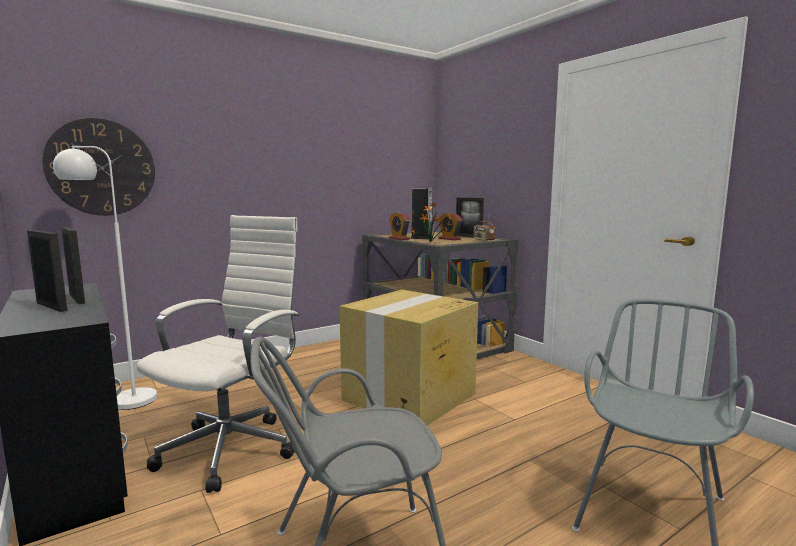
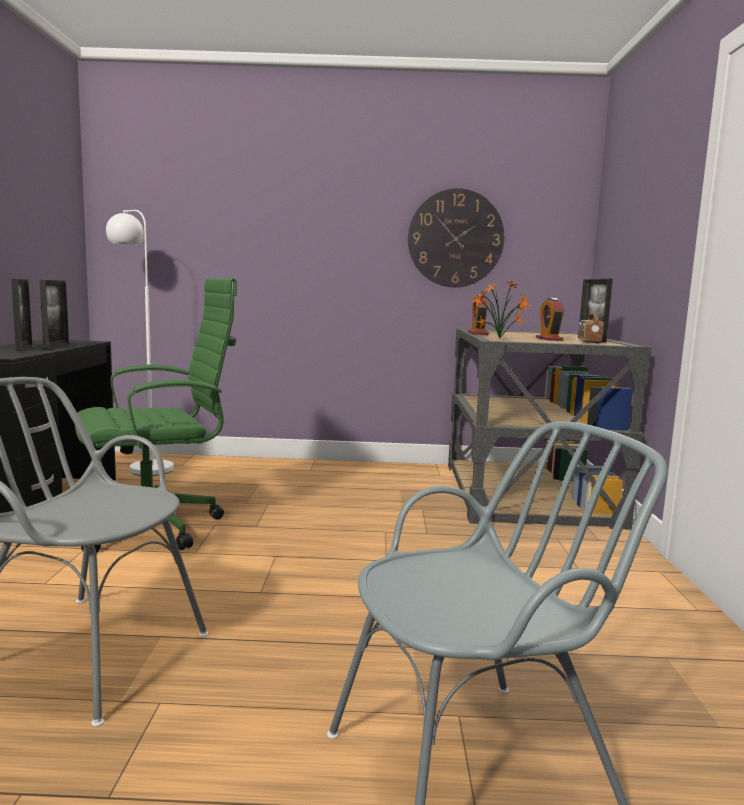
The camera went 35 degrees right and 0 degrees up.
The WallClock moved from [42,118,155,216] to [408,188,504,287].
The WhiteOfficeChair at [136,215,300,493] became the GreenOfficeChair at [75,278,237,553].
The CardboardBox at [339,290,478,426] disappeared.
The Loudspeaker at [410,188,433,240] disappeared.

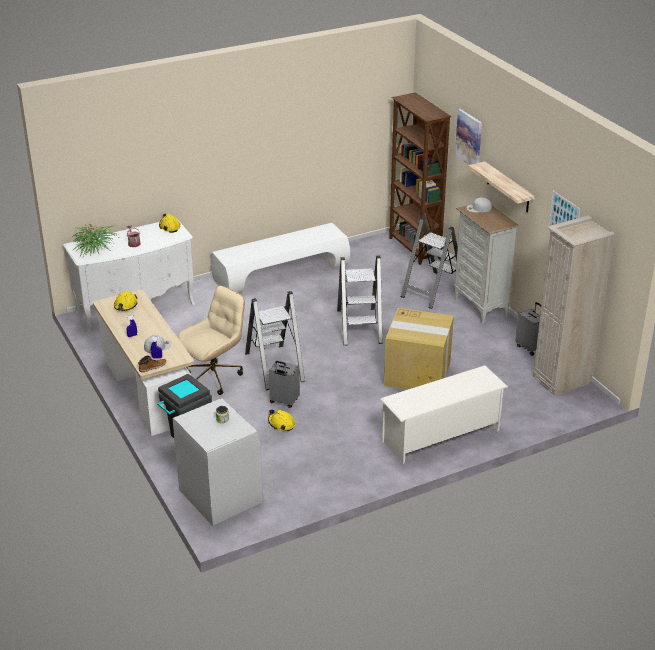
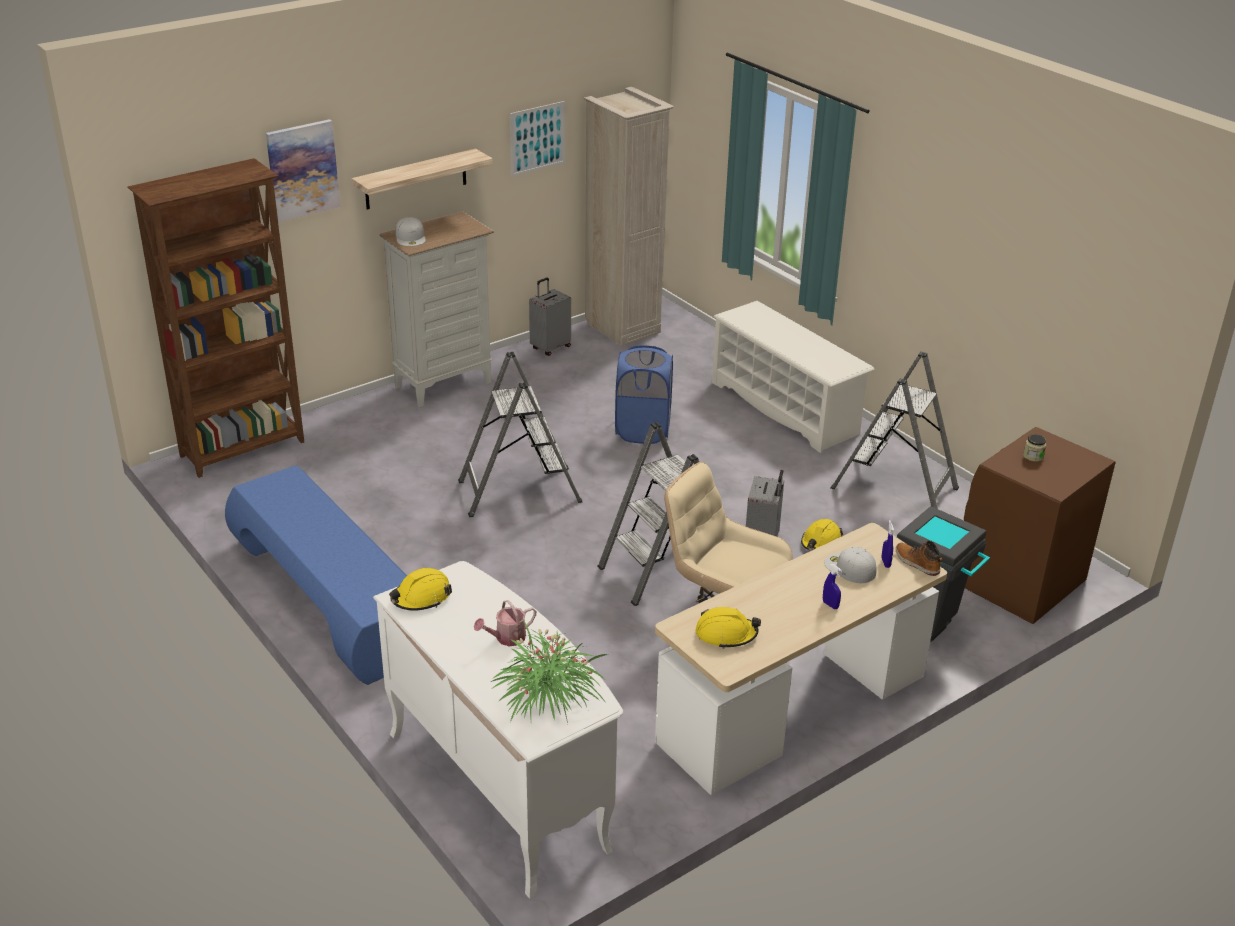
The camera went 100 degrees left and 0 degrees up.
The WhiteLaundryAppliance at [173,398,263,526] became the BrownishLaundryAppliance at [964,427,1116,624].
The WhiteBench at [210,223,350,293] became the BlueBench at [225,466,407,685].
The CardboardBox at [384,308,454,389] was replaced by the BlueLaundryBasket at [615,345,673,444].
The GreyStepladder moved from [401,217,458,309] to [830,352,959,509].

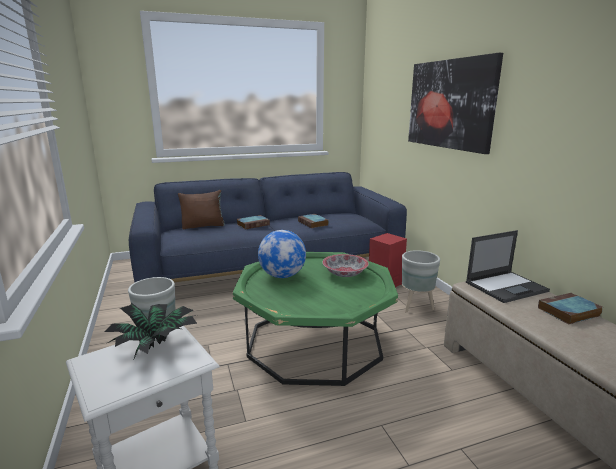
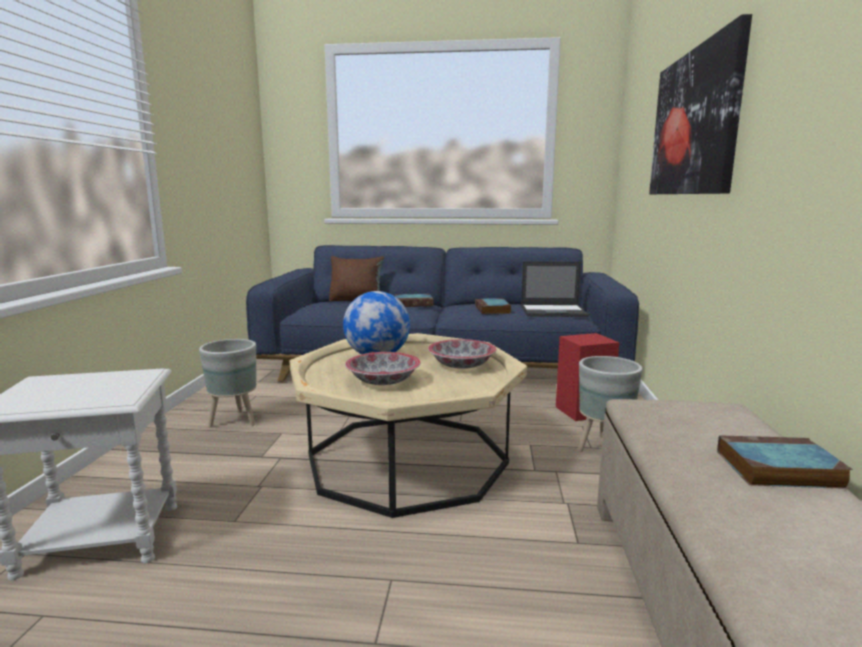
The camera went 25 degrees right and 5 degrees down.
The PlantInAPot at [104,303,197,361] disappeared.
The GreenCoffeeTable at [233,252,398,386] became the BeigeColouredCoffeeTable at [290,333,527,518].
The NotebookComputer moved from [466,230,550,303] to [521,261,589,317].
The DeepDish at [345,352,420,385] appeared.

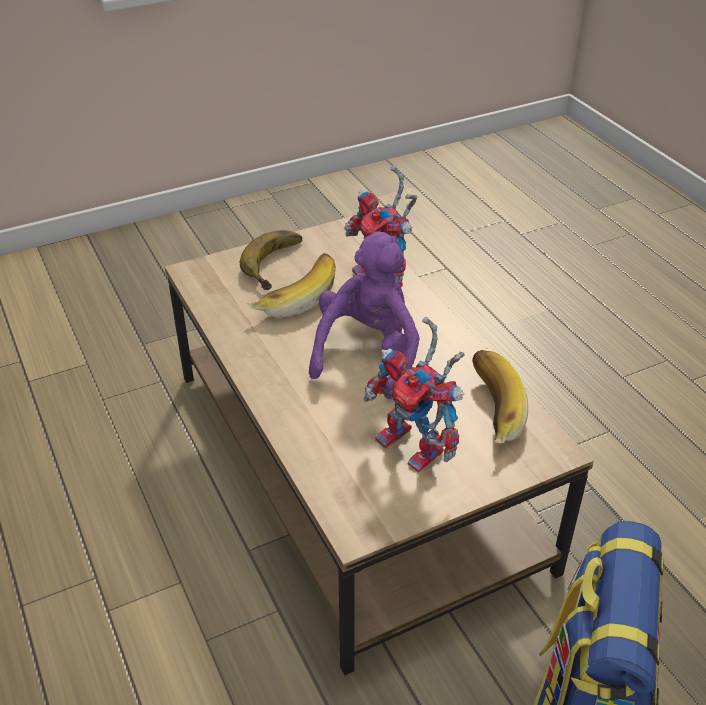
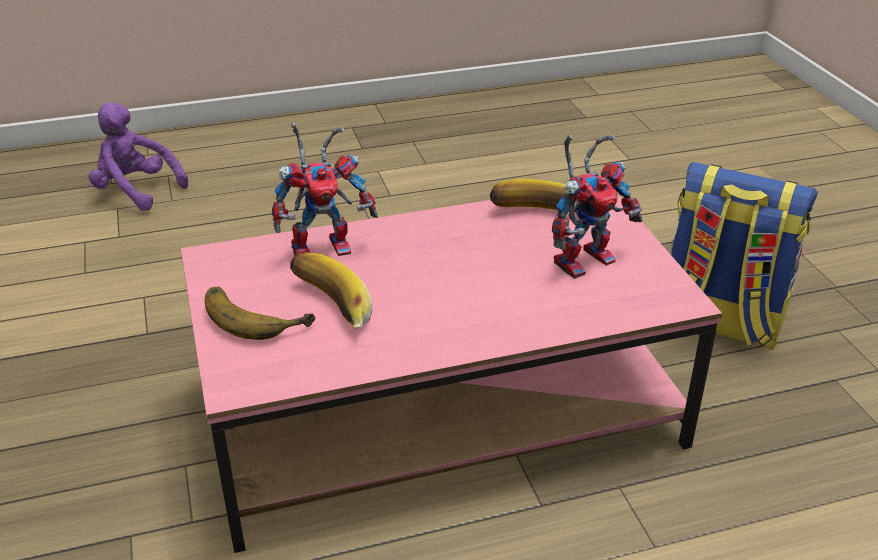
The camera went 80 degrees left and 5 degrees down.
The BrownishCoffeeTable at [165,216,594,675] became the PinkColouredCoffeeTable at [181,194,722,553].
The PurplishSoftToy moved from [309,231,420,399] to [89,103,188,211].

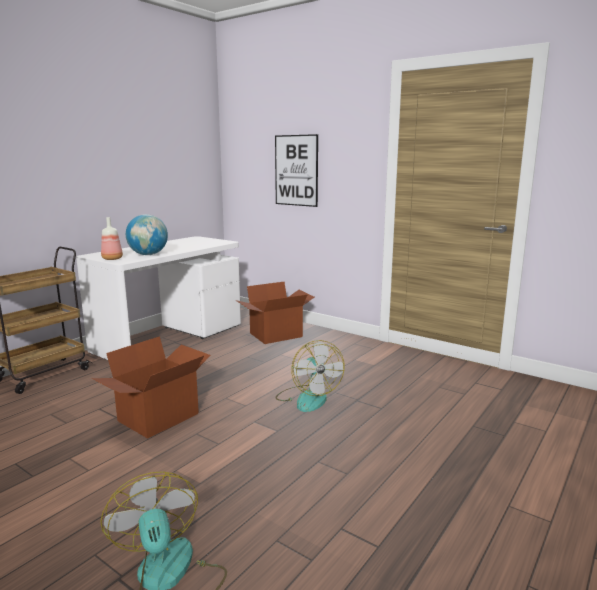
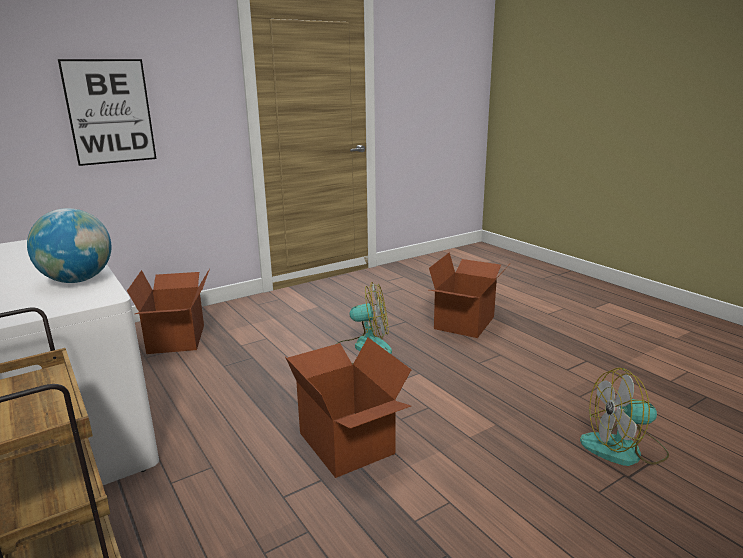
The camera went 70 degrees left and 5 degrees up.
The Bottle at [101,217,123,260] disappeared.
The CardboardBox at [429,252,510,338] appeared.

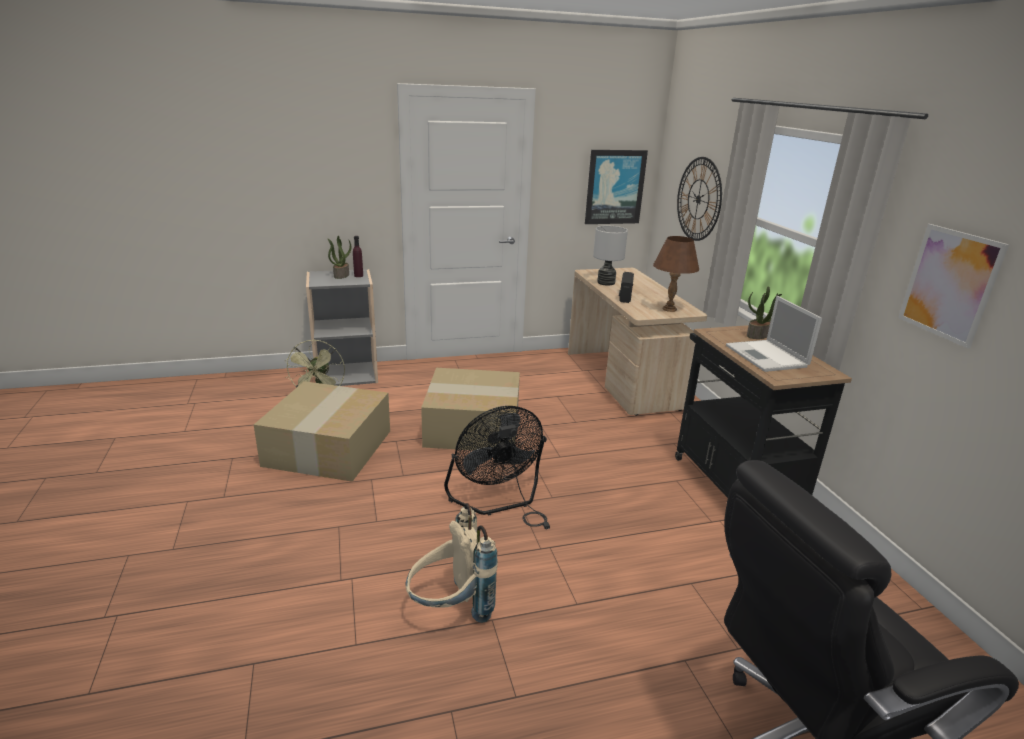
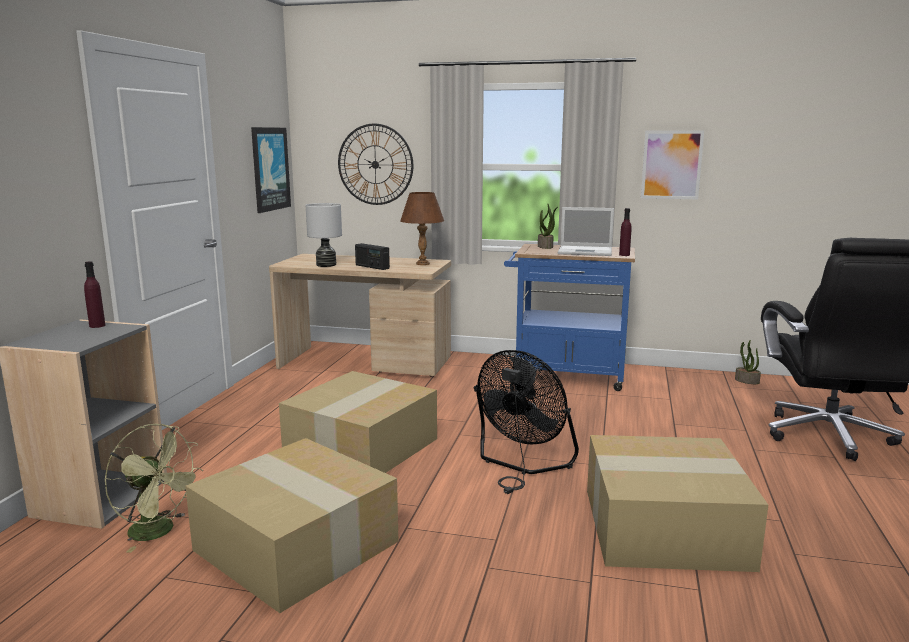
The camera went 60 degrees left and 10 degrees down.
The PlantInAPot moved from [328,236,351,279] to [735,340,761,384].
The BeigeColouredKnapsack at [405,503,498,623] was replaced by the CardboardBox at [587,435,768,572].
The BlackColouredCoolingFan at [444,406,550,529] turned 120 degrees clockwise.
The BlackColouredWheeledCart at [675,325,852,498] became the BlueWheeledCart at [504,244,635,391].
The PurplishBottle at [619,208,632,256] appeared.

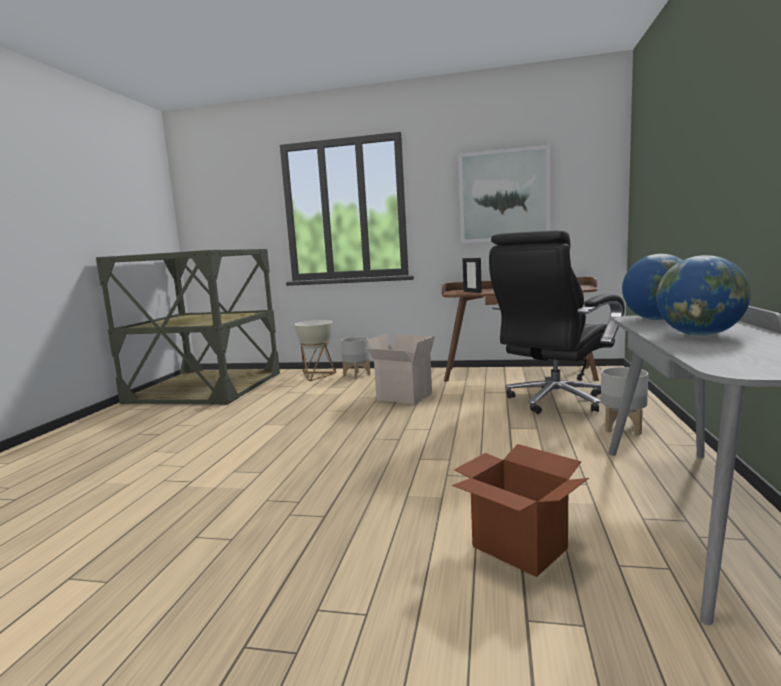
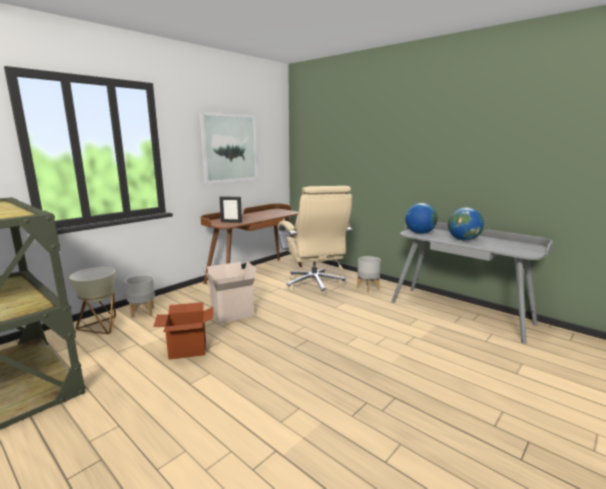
The camera went 60 degrees left and 5 degrees up.
The CardboardBox moved from [452,444,589,577] to [153,302,213,360].
The BlackColouredOfficeChair at [489,230,625,414] became the BeigeColouredOfficeChair at [278,186,353,295].

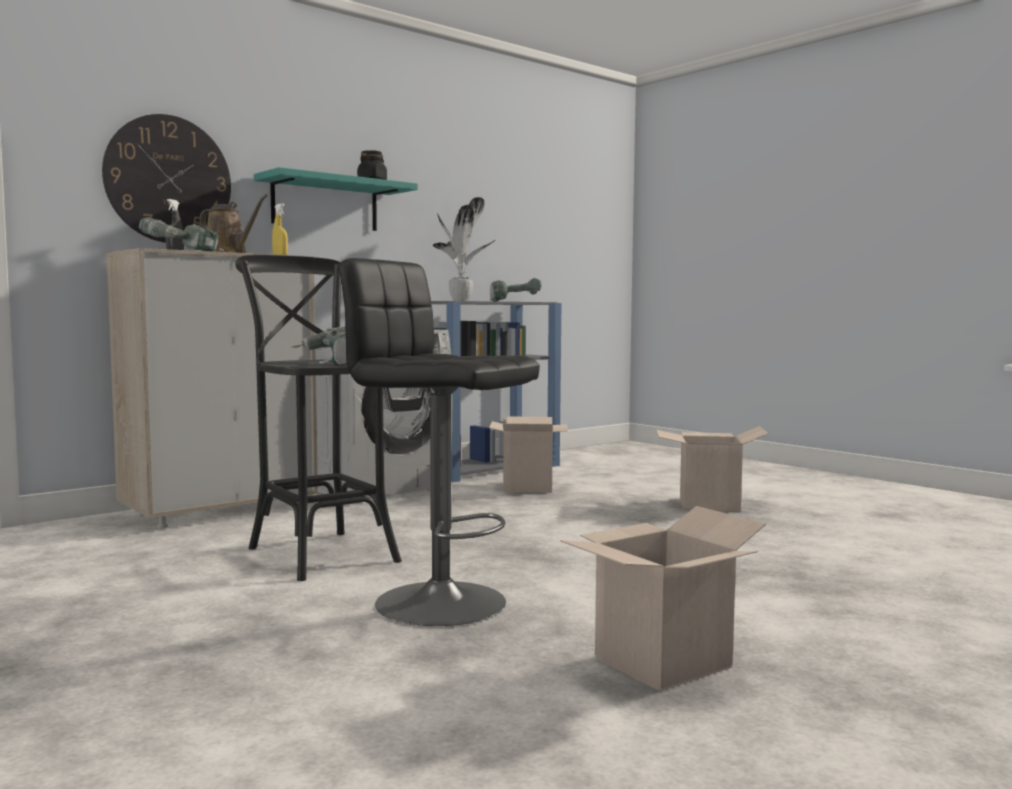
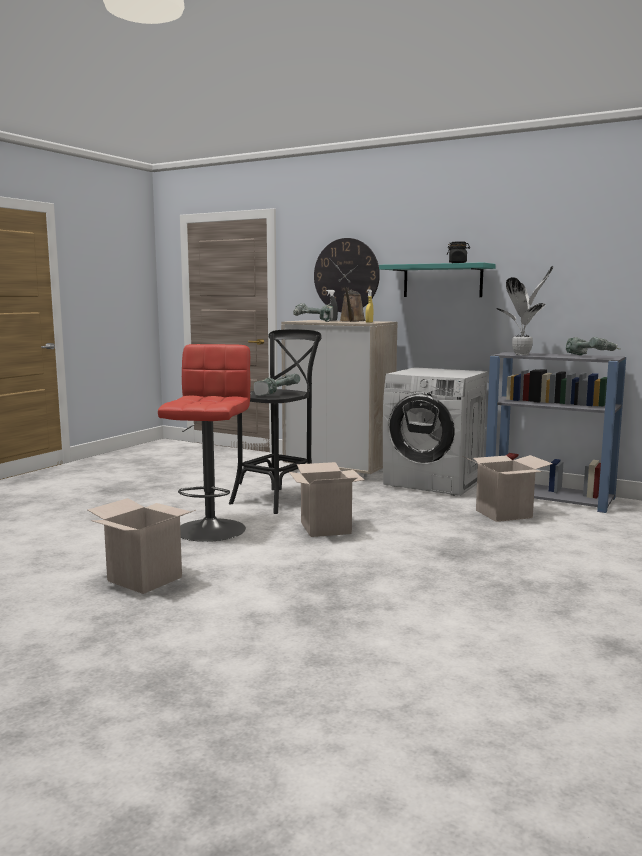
The camera went 70 degrees right and 5 degrees up.
The BlackColouredSittingStool at [339,258,540,626] became the RedColouredSittingStool at [158,344,250,542].
The CardboardBox moved from [656,426,769,511] to [289,462,364,537].

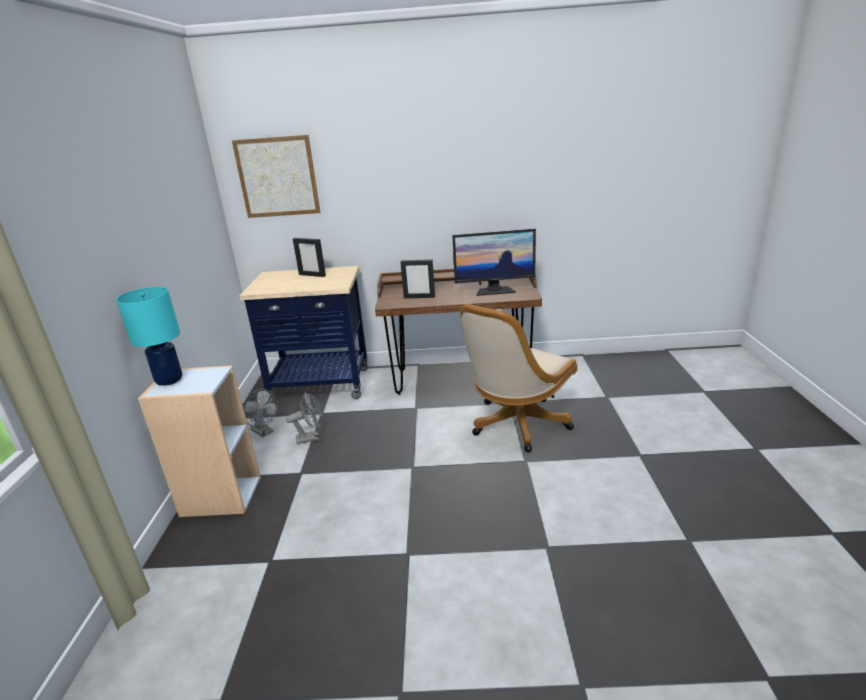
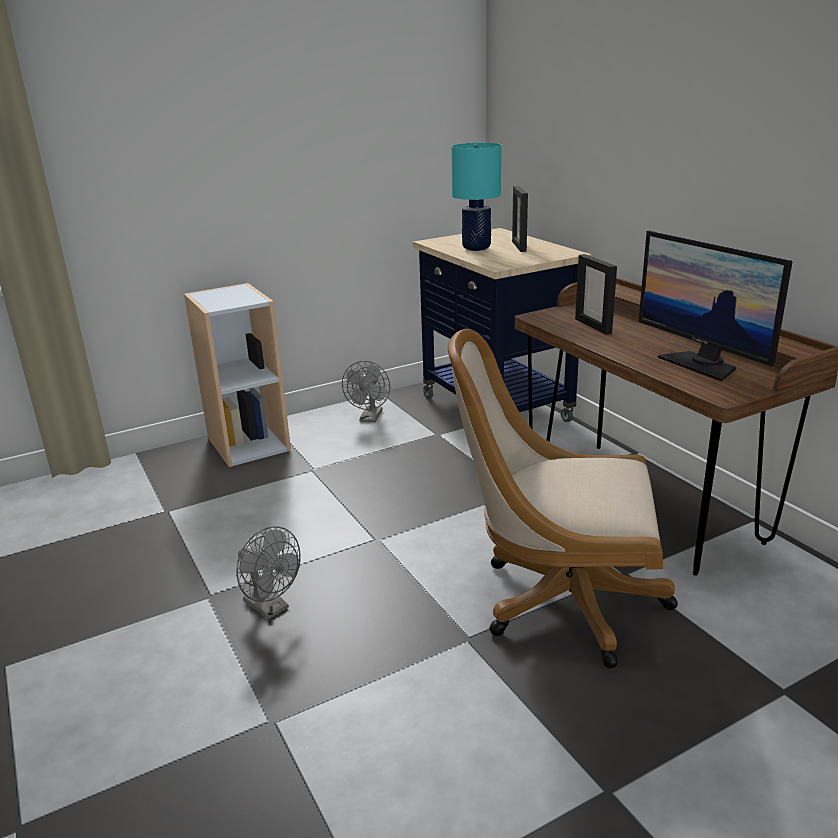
The camera went 60 degrees right and 0 degrees up.
The TurquoiseLampForATable moved from [116,287,182,386] to [451,143,501,251].
The Picture at [232,135,321,218] disappeared.
The GreyCoolingFan moved from [286,392,323,445] to [236,526,300,619].

